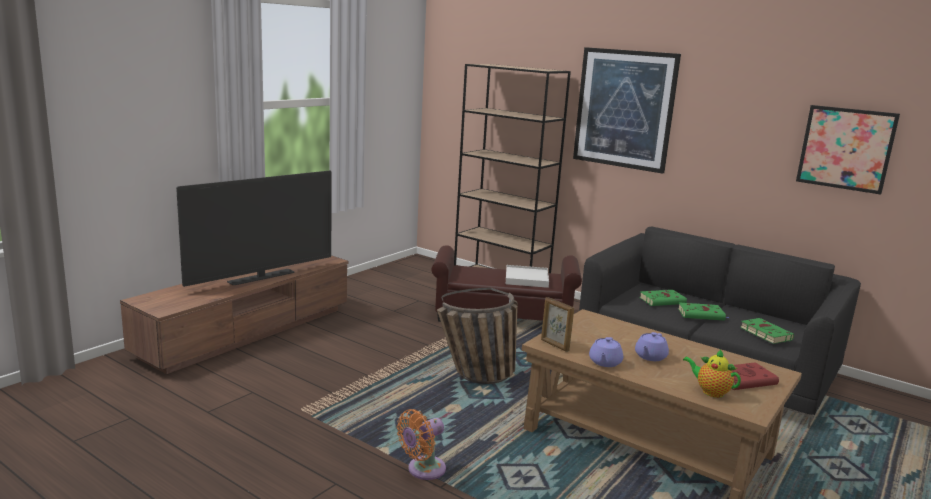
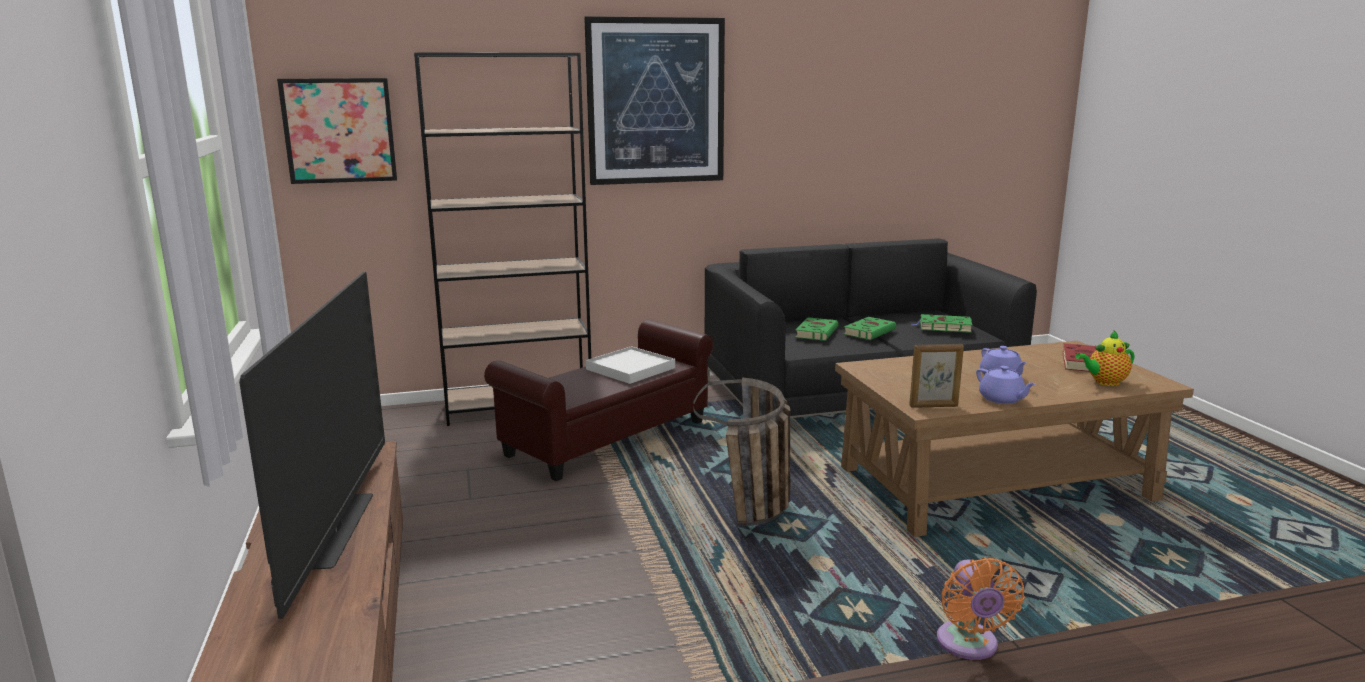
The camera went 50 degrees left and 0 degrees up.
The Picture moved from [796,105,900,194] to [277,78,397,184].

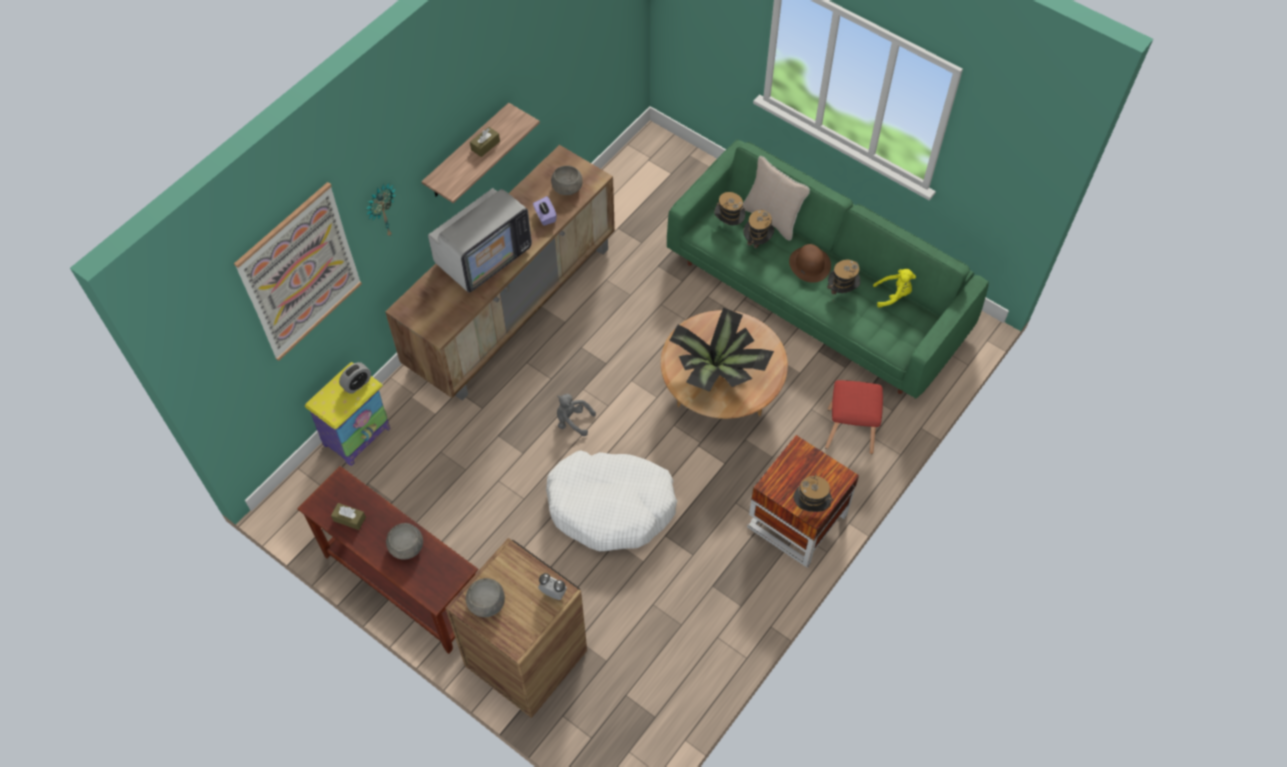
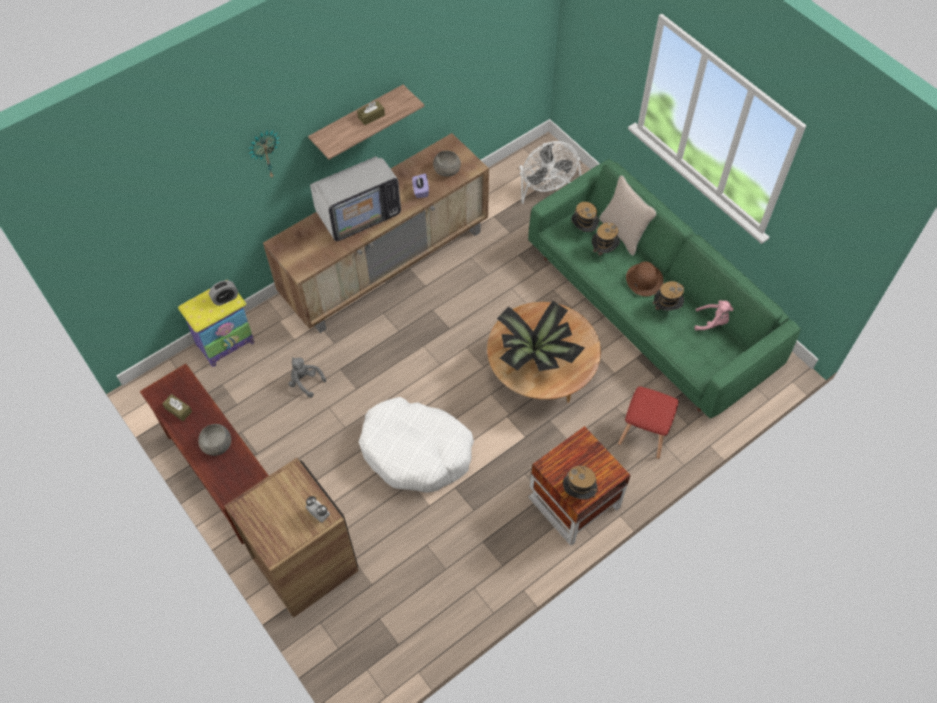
The camera went 15 degrees right and 0 degrees up.
The Picture at [234,182,362,361] disappeared.
The GreyDeepDish at [466,578,505,617] disappeared.
The GreySoftToy moved from [557,394,596,436] to [289,357,326,398].
The YellowColouredSoftToy at [873,269,916,308] became the PinkColouredSoftToy at [694,300,734,331].
The WhiteCoolingFan at [519,141,581,204] appeared.

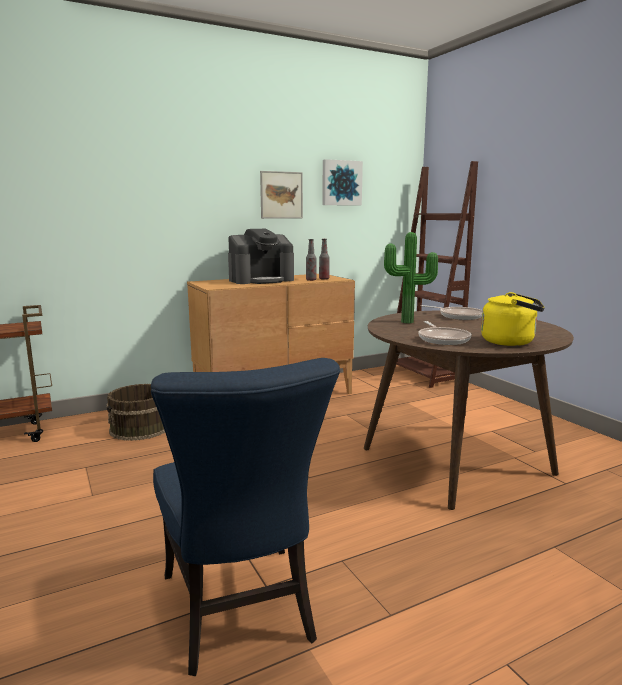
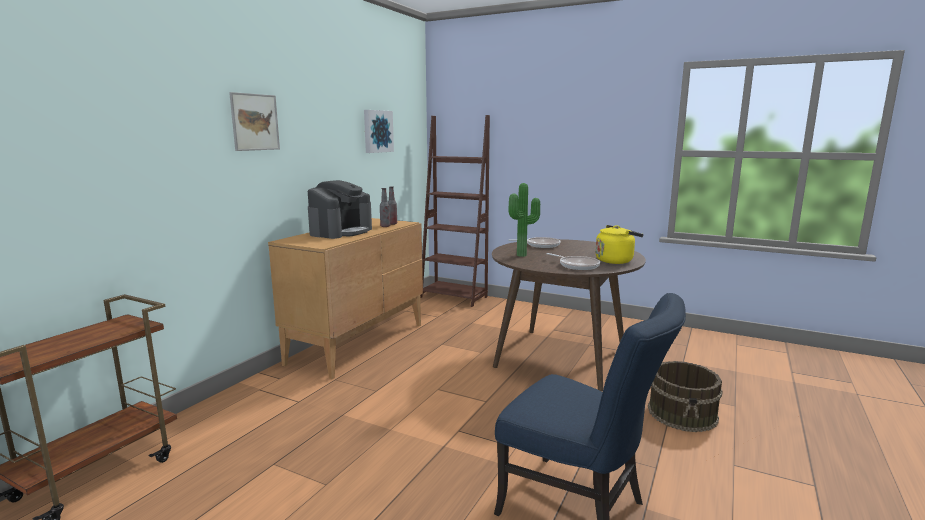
The camera went 35 degrees left and 0 degrees up.
The BrownishBucket moved from [106,384,165,441] to [648,361,723,432].
The Picture moved from [260,171,303,219] to [229,92,280,151].

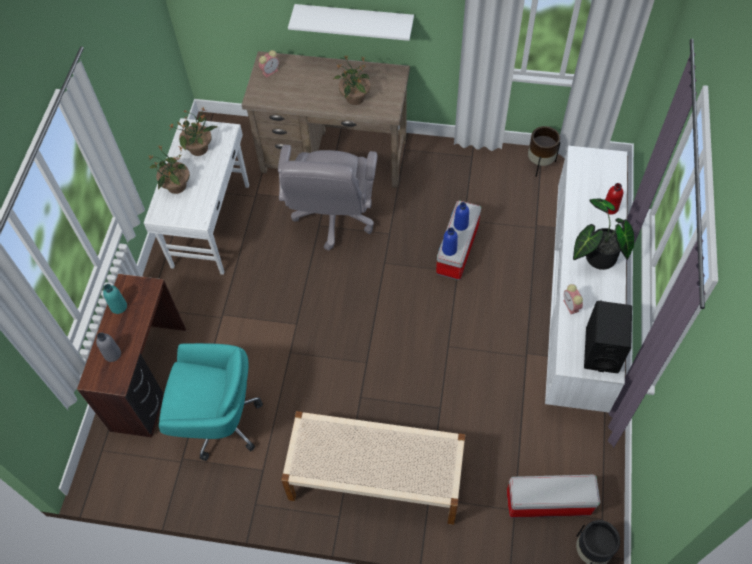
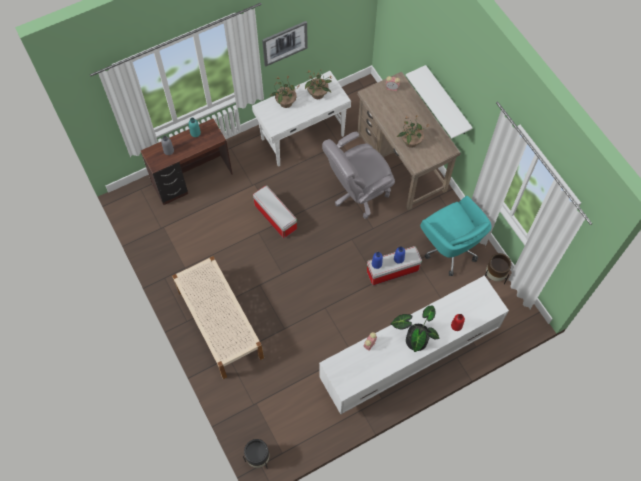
The camera went 50 degrees right and 5 degrees up.
The TurquoiseOfficeChair moved from [159,343,263,461] to [420,196,492,276].
The StorageContainer moved from [507,475,600,518] to [253,185,297,238].
The BlackColouredLoudspeaker at [584,300,632,373] disappeared.
The Picture at [262,21,308,67] appeared.

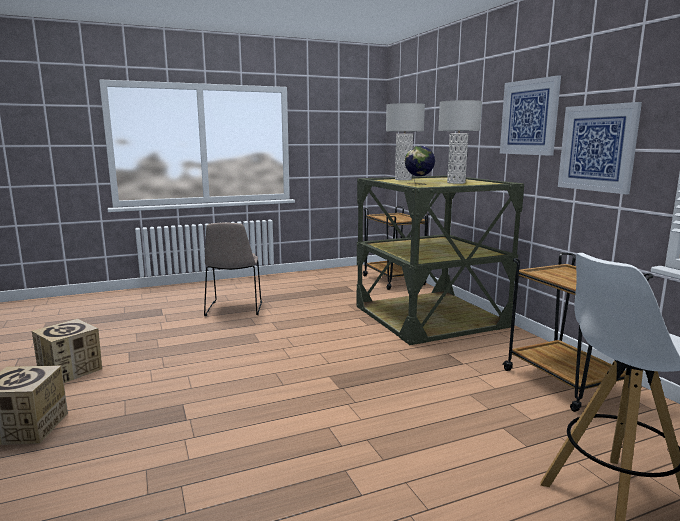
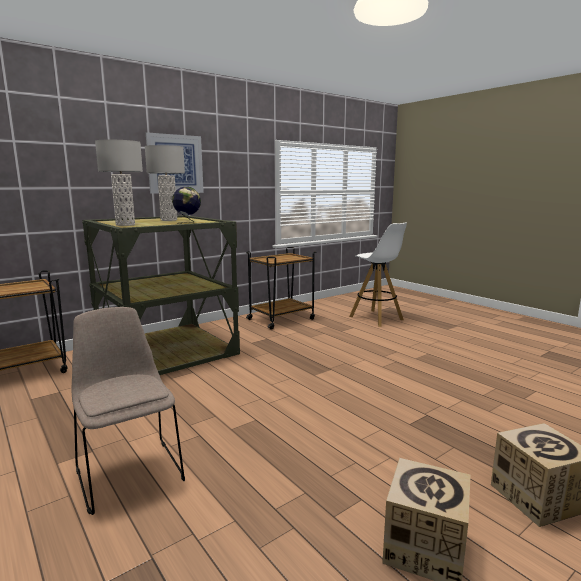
The camera went 105 degrees left and 0 degrees up.
The BeigeColouredUprightChair at [204,223,262,316] turned 105 degrees counterclockwise.
The Picture at [558,102,642,194] disappeared.

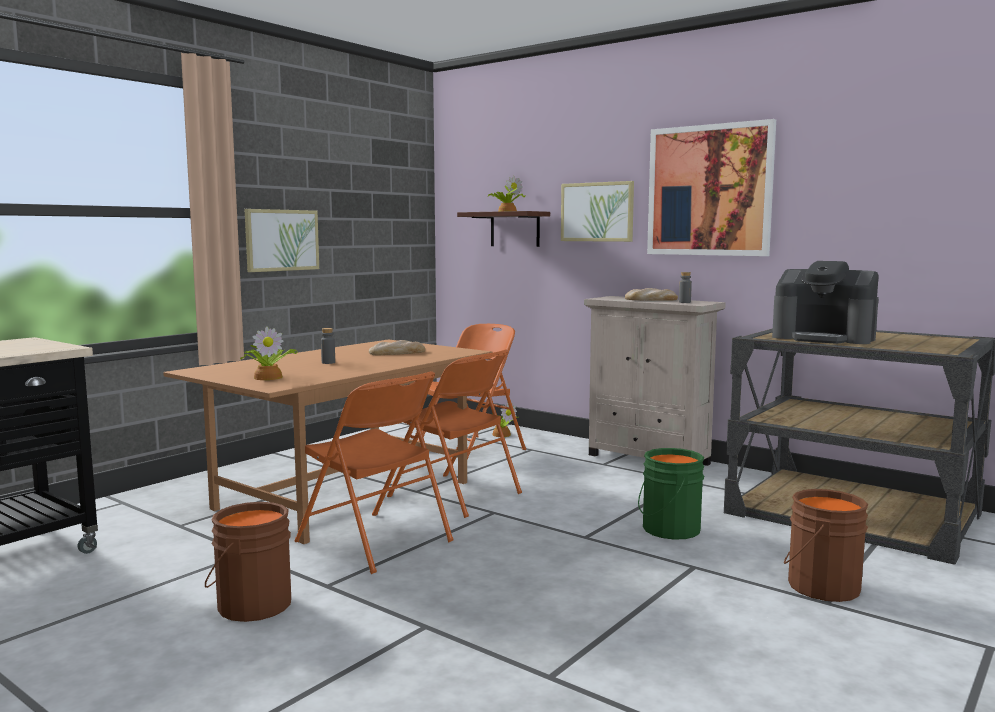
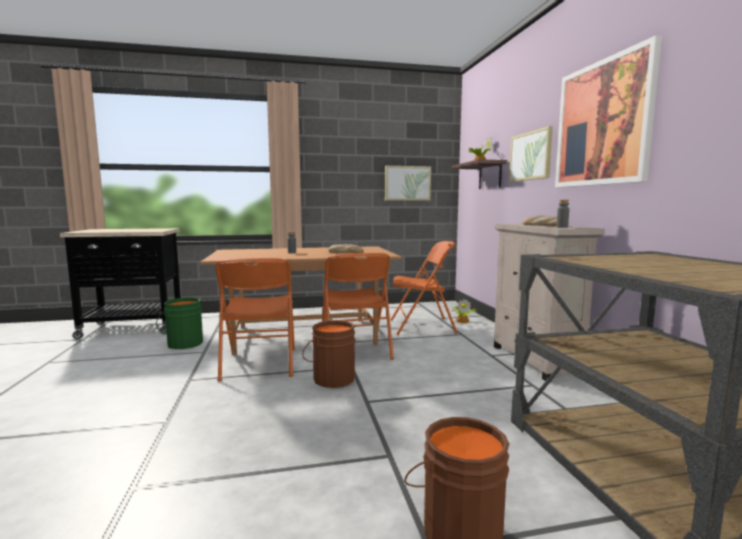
The camera went 40 degrees right and 0 degrees up.
The BrownishBucket moved from [205,502,291,622] to [302,320,356,388].
The PlantInAPot at [240,326,297,380] disappeared.
The Picture moved from [245,209,319,272] to [385,166,431,201].
The GreenBucket moved from [638,448,704,540] to [156,297,203,349].
The CoffeeBrewer at [772,261,879,344] disappeared.

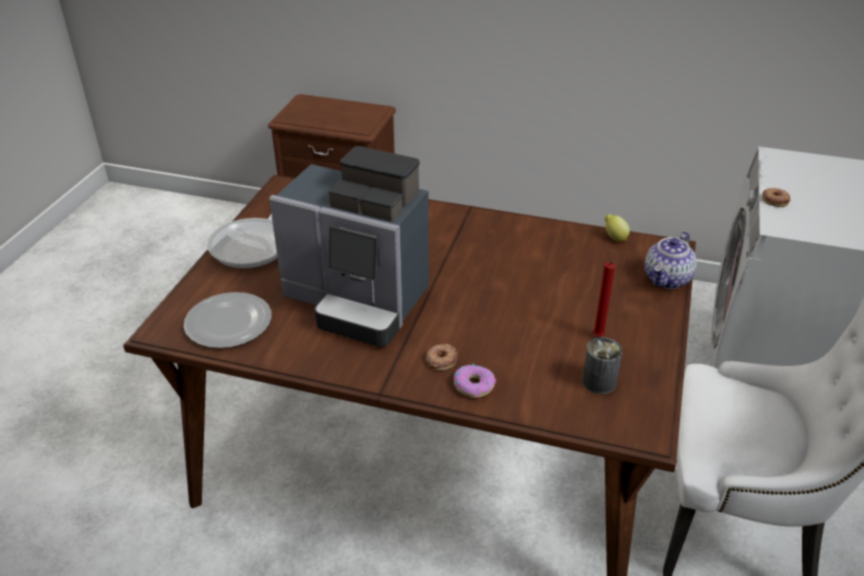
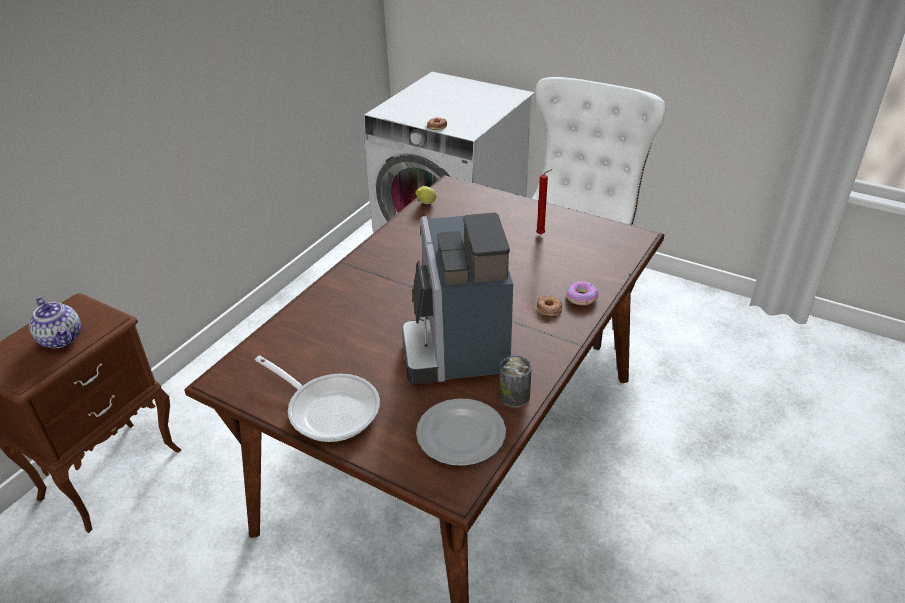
The camera went 75 degrees left and 0 degrees up.
The CoffeeBrewer at [269,146,429,347] turned 135 degrees clockwise.
The MetalCan moved from [582,337,622,395] to [499,356,532,408].
The PotForTea moved from [645,231,697,289] to [29,297,81,348].

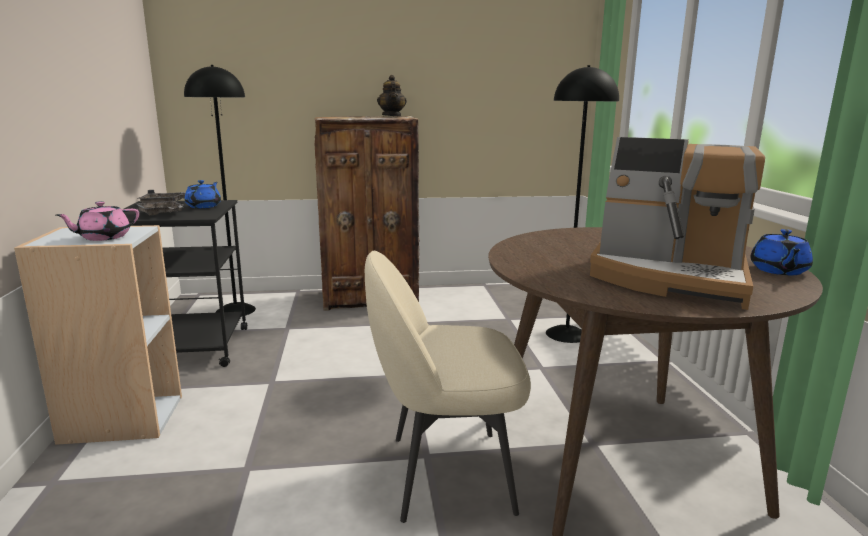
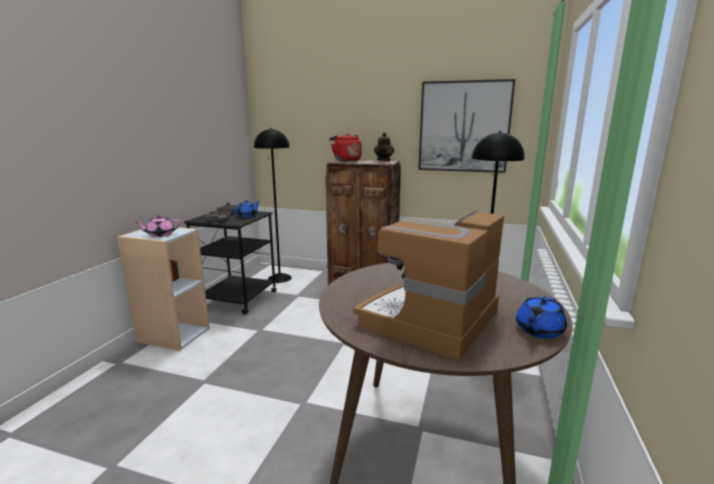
The camera went 25 degrees right and 0 degrees up.
The BeigeColouredUprightChair at [365,251,531,523] disappeared.
The CoffeeBrewer at [590,137,765,310] turned 75 degrees clockwise.
The RedColouredTeaKettle at [329,133,361,161] appeared.
The Picture at [418,79,515,173] appeared.

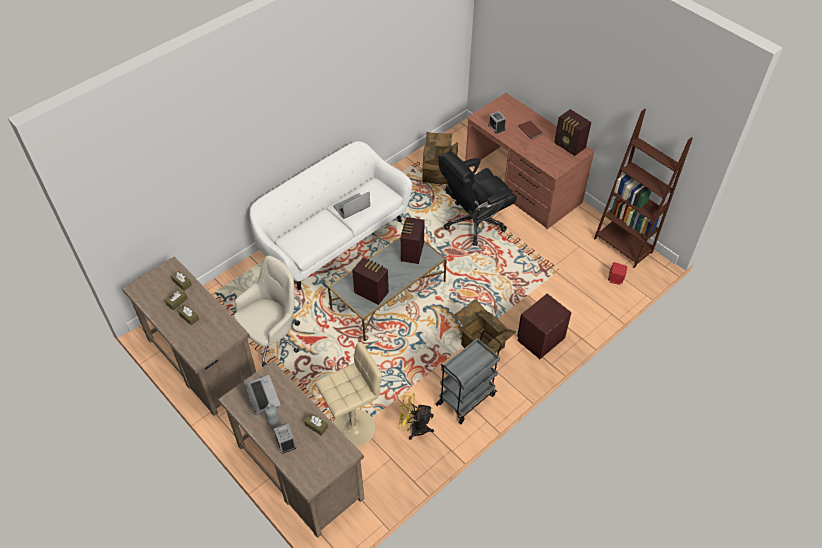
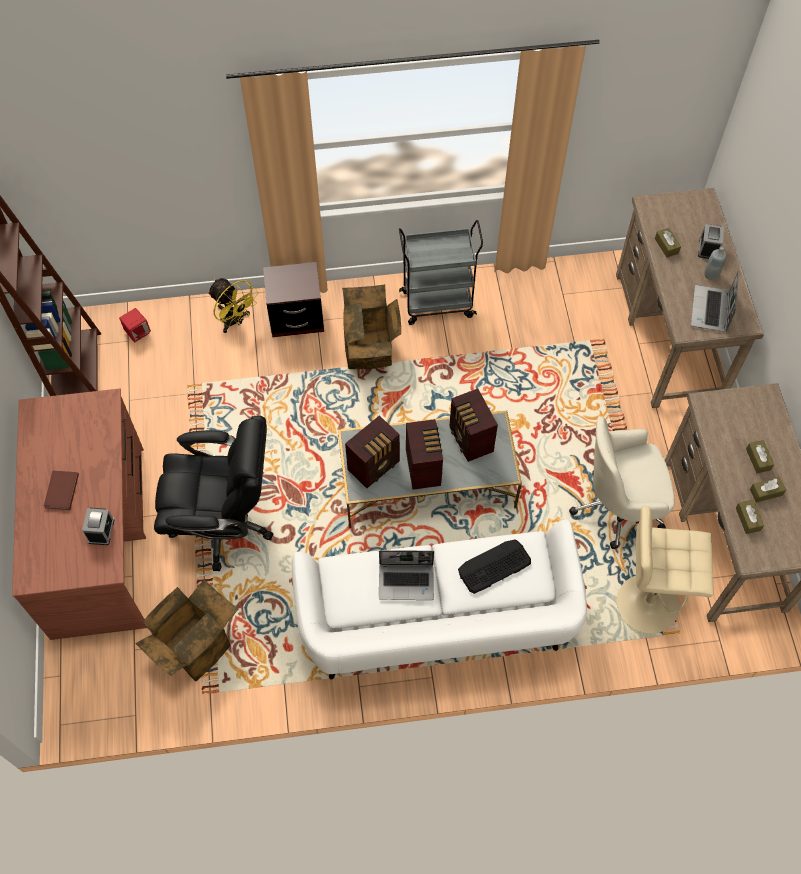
The camera went 145 degrees left and 10 degrees up.
The BeigeColouredSittingStool moved from [315,342,382,447] to [617,506,714,634].
The YellowColouredCoolingFan moved from [398,392,434,440] to [208,278,258,333].
The Radio moved from [554,109,591,156] to [406,419,443,490].
The ComputerKeyboard at [458,539,531,594] appeared.

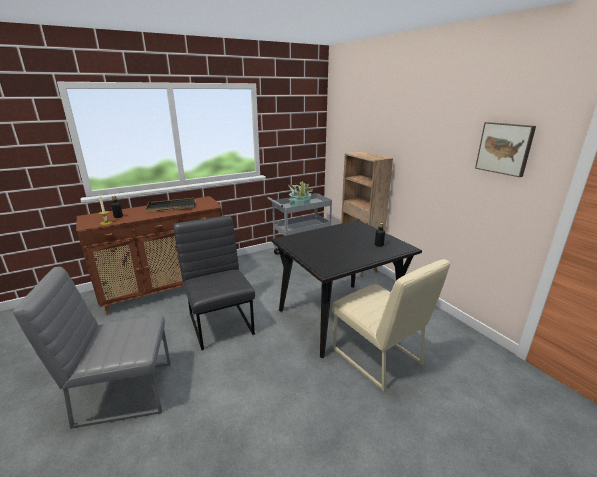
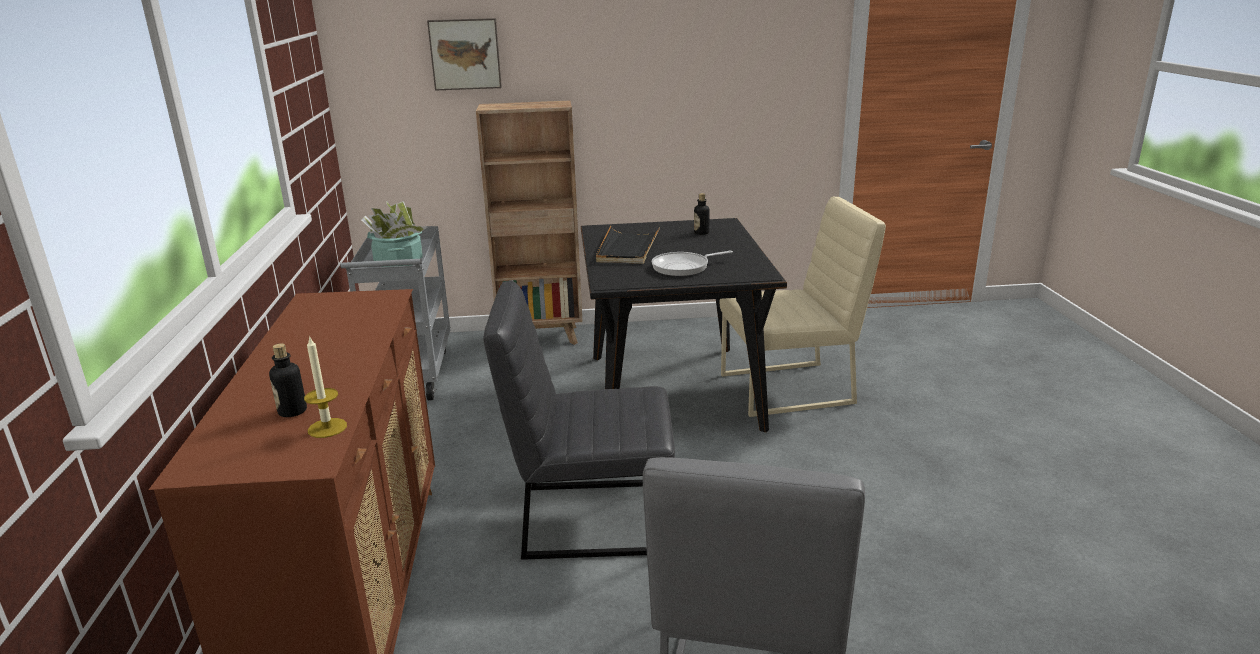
The camera went 65 degrees left and 0 degrees up.
The BlackColouredServingTray moved from [146,198,195,212] to [596,226,660,264].
The Picture moved from [475,122,536,177] to [427,18,502,91].
The Skillet at [652,251,733,276] appeared.

